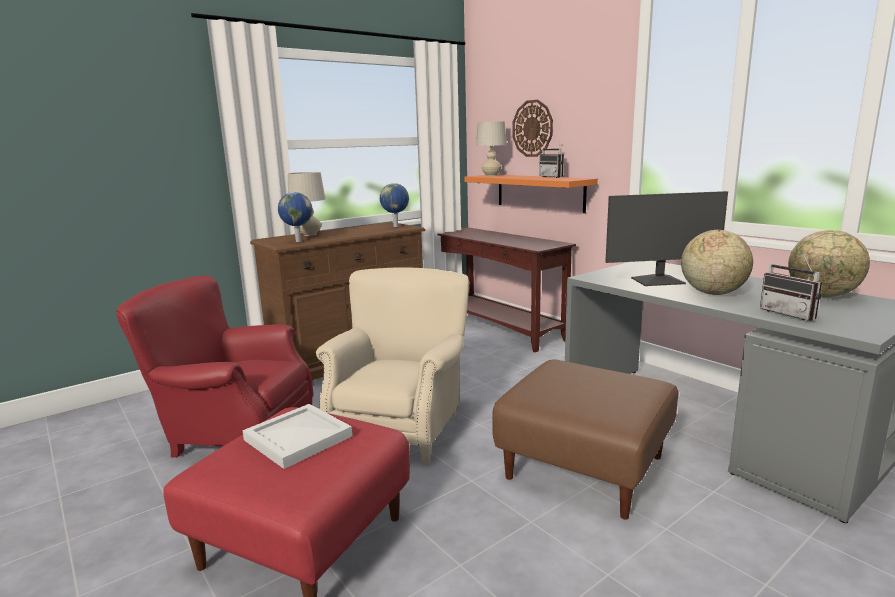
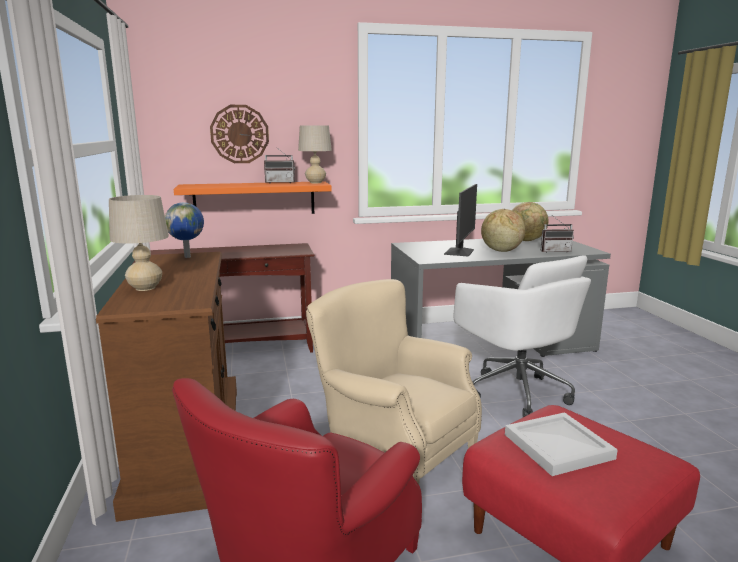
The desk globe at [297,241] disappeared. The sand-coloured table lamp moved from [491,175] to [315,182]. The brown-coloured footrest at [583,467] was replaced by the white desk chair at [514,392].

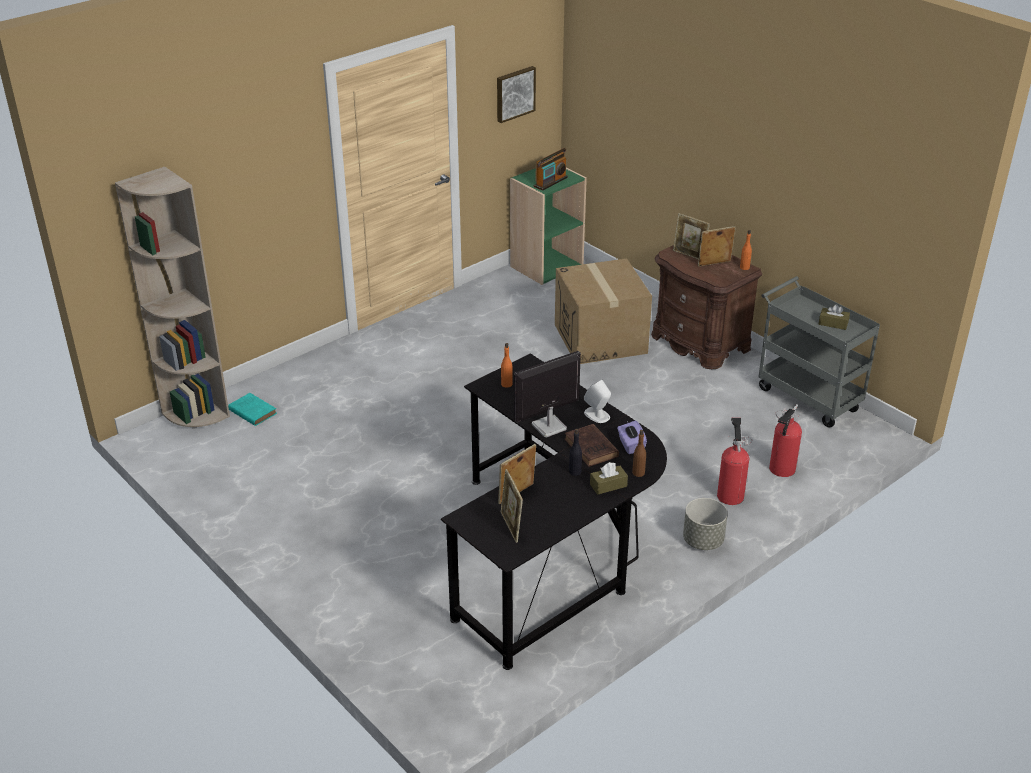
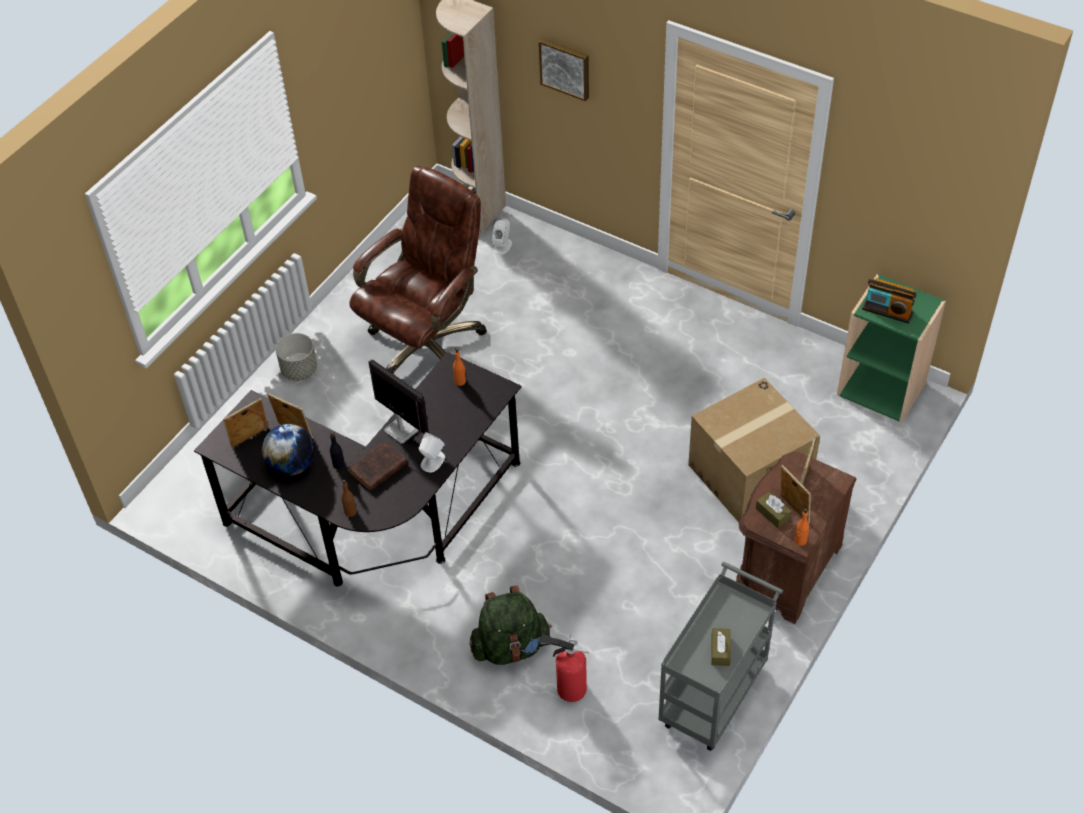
The turquoise book at [252,411] was replaced by the white loudspeaker at [502,246]. The wall art moved from [514,93] to [565,68]. The brown-coloured tissue box moved from [608,485] to [772,514]. The purple-coloured tissue box at [631,445] disappeared. The grey plant pot moved from [702,541] to [299,370]. The fire-fighting cylinder at [730,494] was replaced by the green-coloured rucksack at [510,647]. The desk globe at [292,465] appeared. The brown-coloured desk chair at [426,345] appeared.

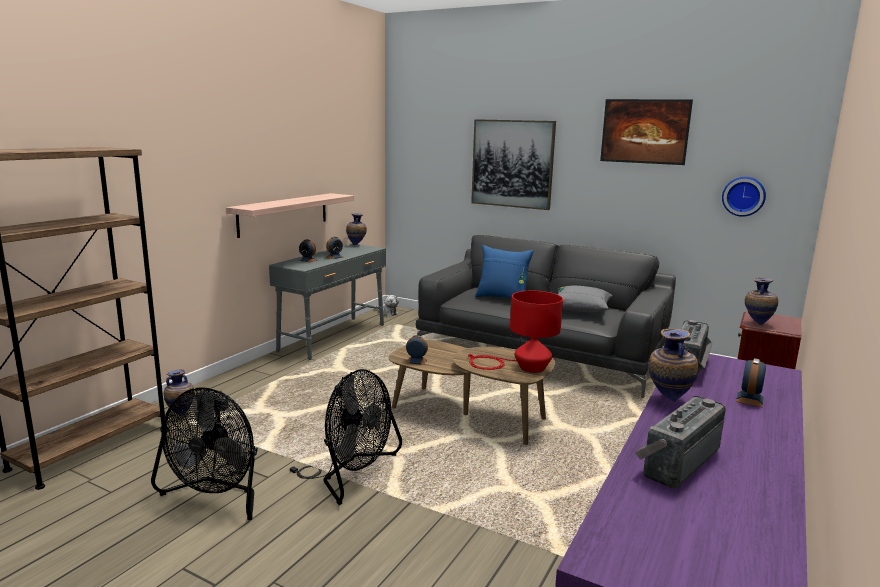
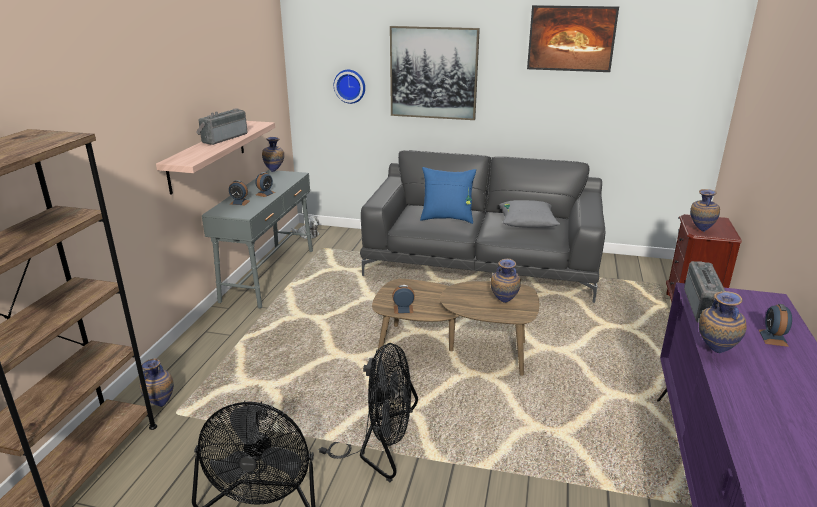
The red-coloured table lamp at [514,366] was replaced by the vase at [503,303]. The radio set moved from [676,461] to [223,138]. The hanging clock moved from [743,196] to [350,86].

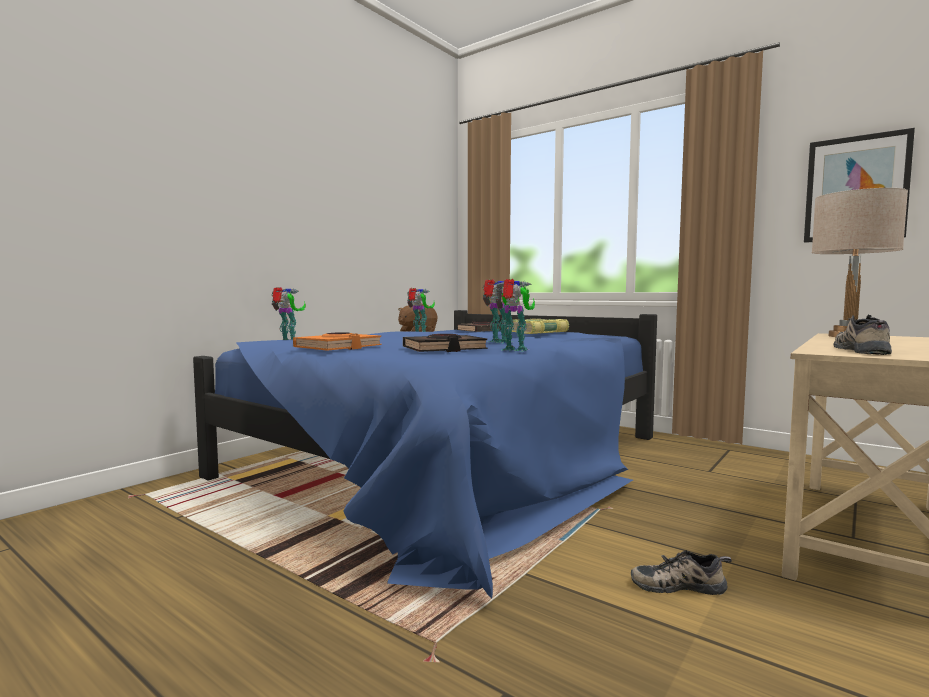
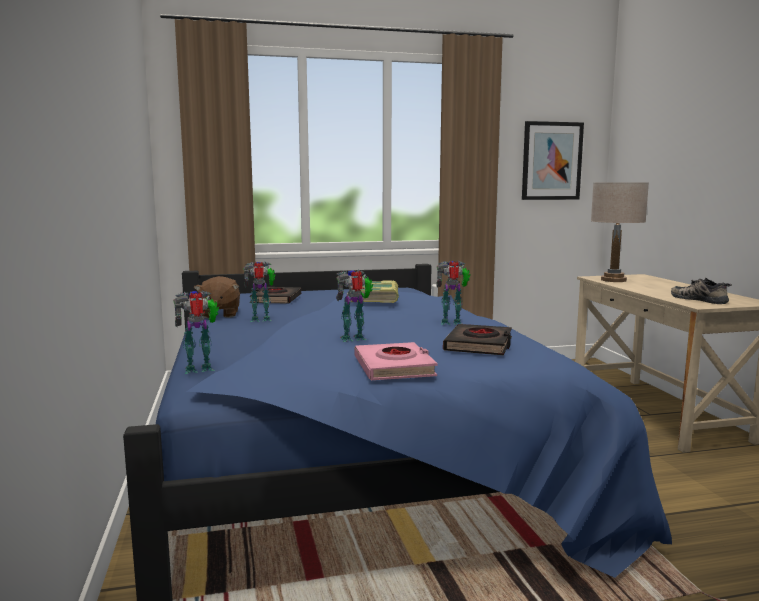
The orangey book at [338,348] became the pink-coloured book at [394,368]. The model robot moved from [515,350] to [354,339]. The shoe at [678,584] disappeared.

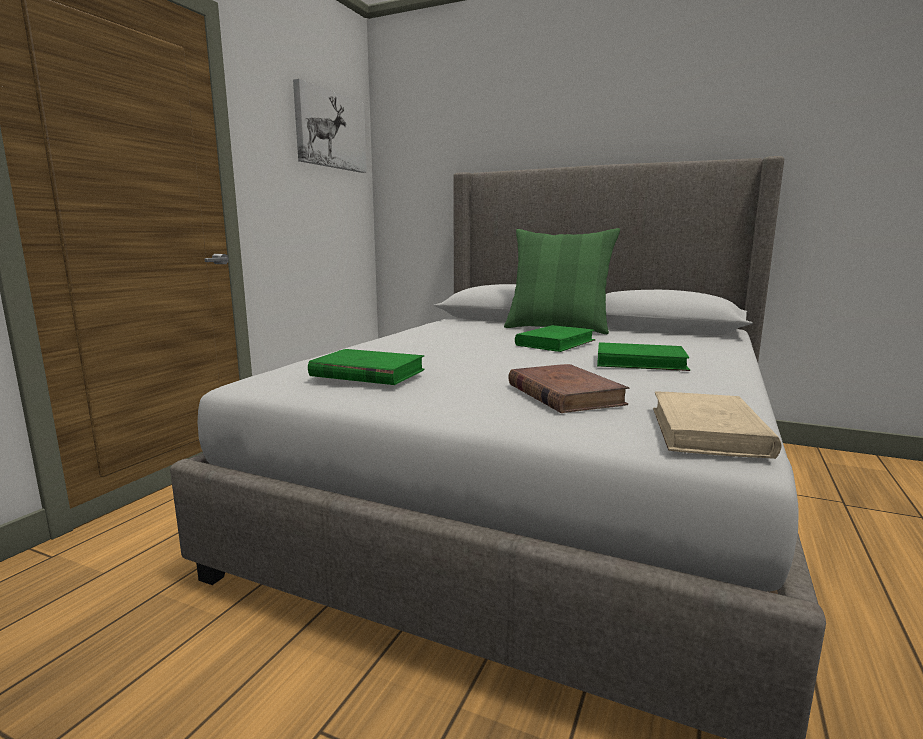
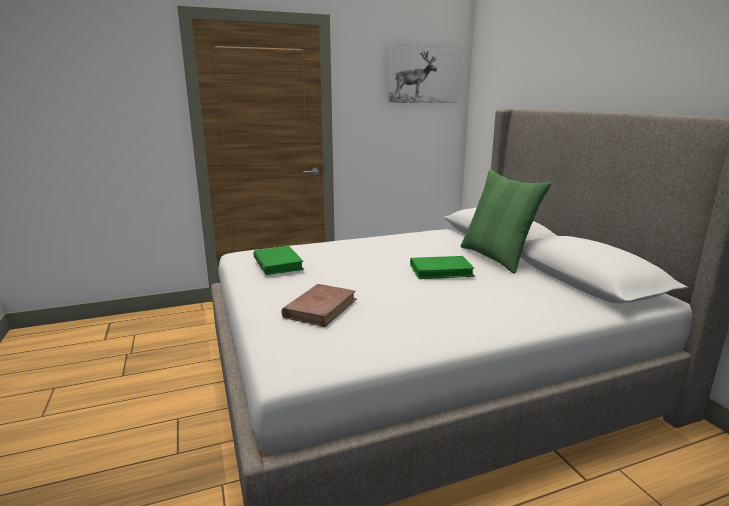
The green-coloured book at [640,362] disappeared. The sand-coloured book at [707,431] disappeared.

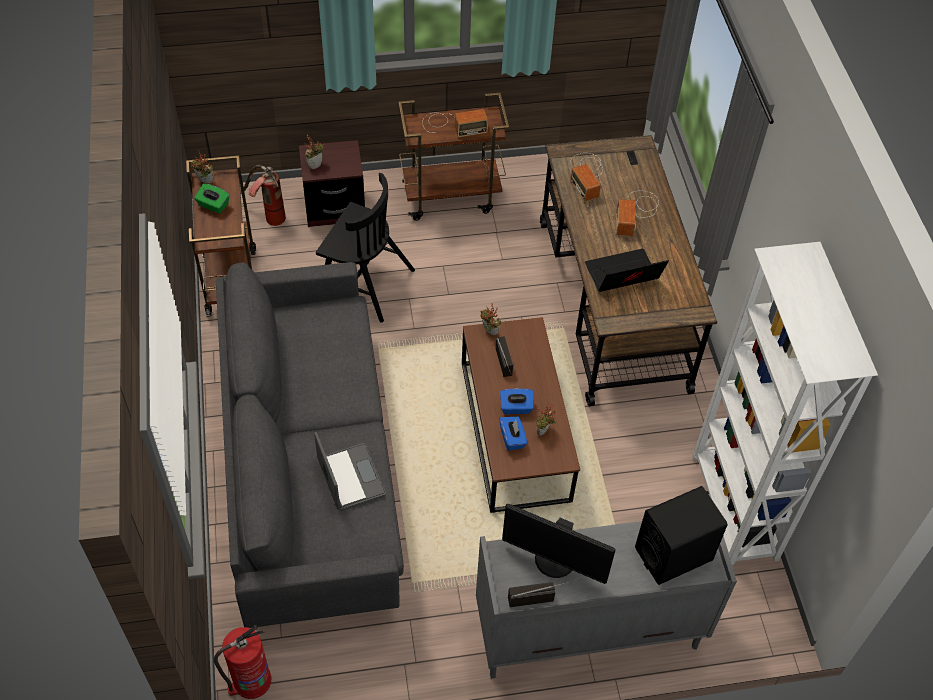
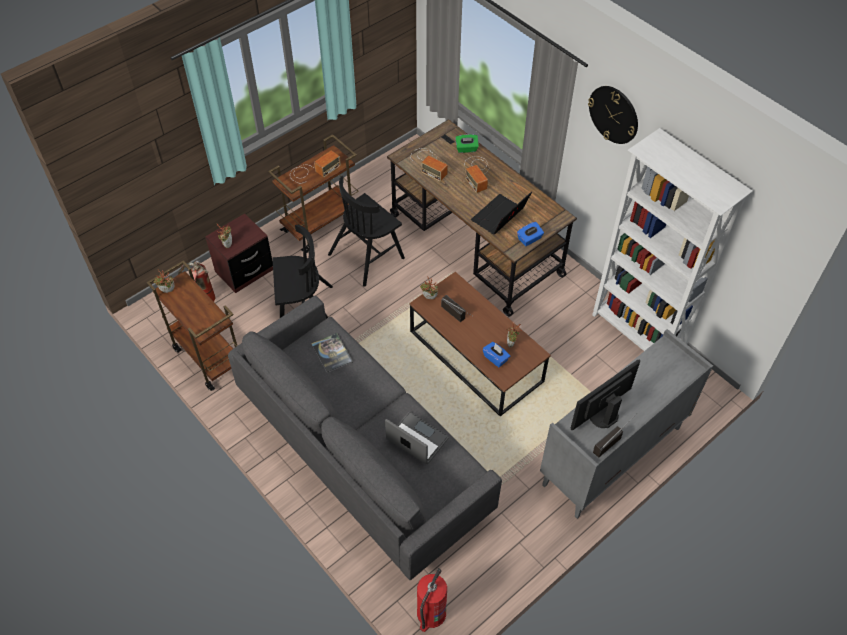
The green-coloured tissue box moved from [213,205] to [466,149]. The blue-coloured tissue box moved from [516,408] to [529,239]. The computer screen at [554,561] turned 150 degrees clockwise. The blackish loudspeaker at [673,554] disappeared. The book at [331,353] appeared. The blackish chair at [369,253] appeared. The hanging clock at [613,114] appeared.

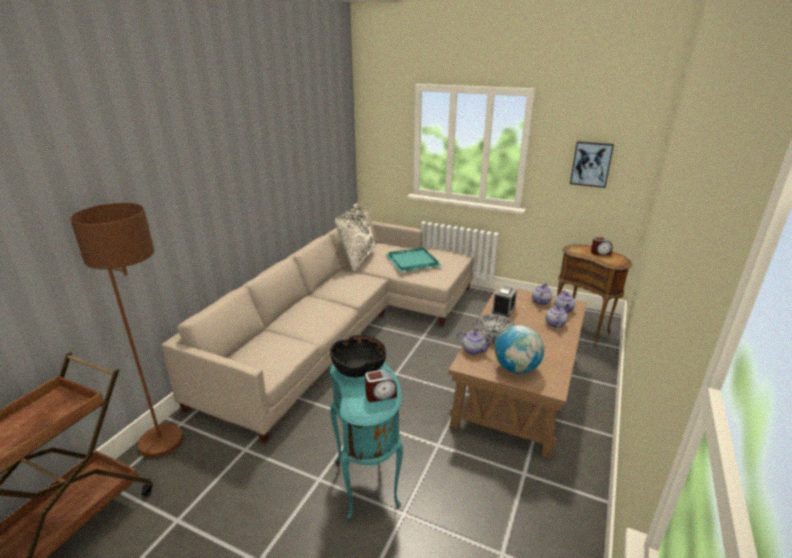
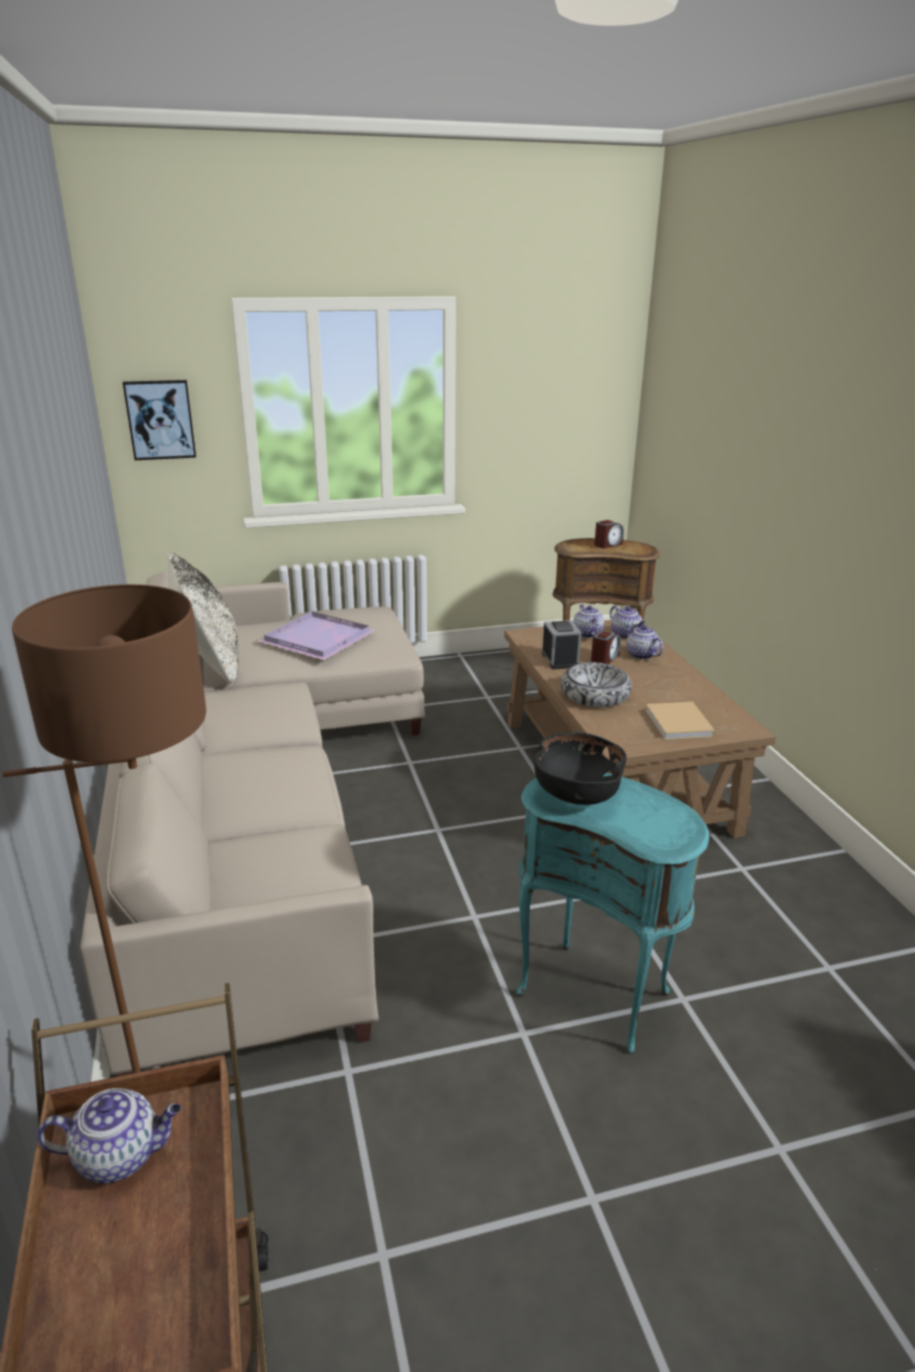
The table clock moved from [380,395] to [604,658]. The turquoise carrying tray at [411,261] became the purple-coloured carrying tray at [315,639]. The teapot moved from [474,350] to [120,1155]. The desk globe at [516,368] was replaced by the sand-coloured book at [679,724]. The wall art moved from [591,164] to [160,419].

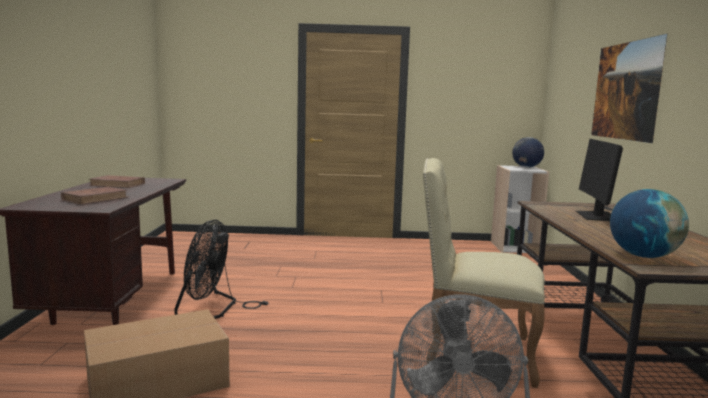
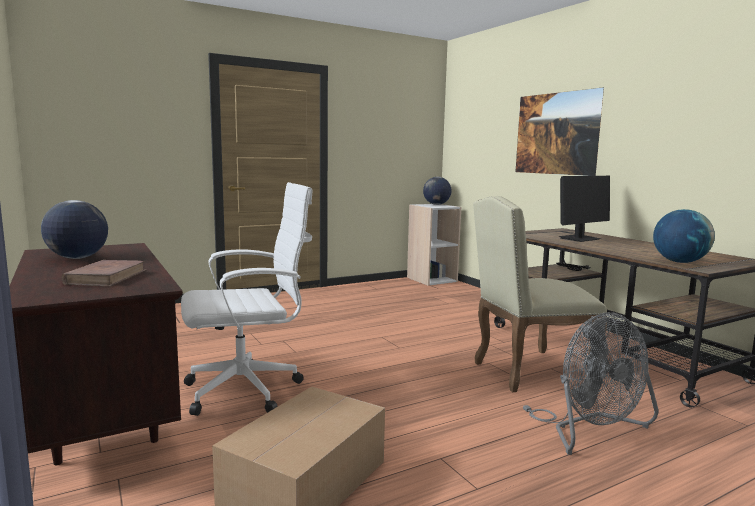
The brown-coloured book at [118,184] was replaced by the desk globe at [77,258]. The blackish cooling fan at [217,307] was replaced by the white desk chair at [249,390]. The computer screen at [596,216] turned 105 degrees counterclockwise.

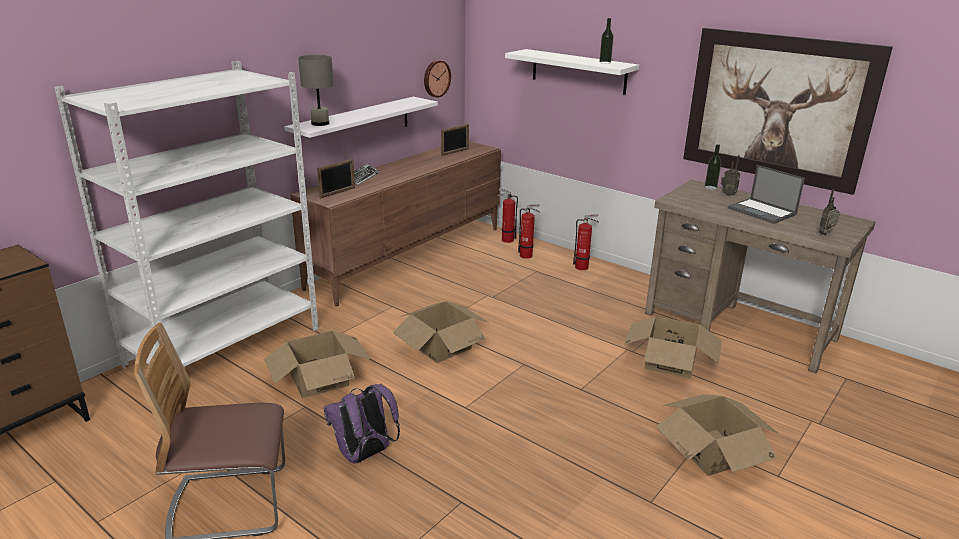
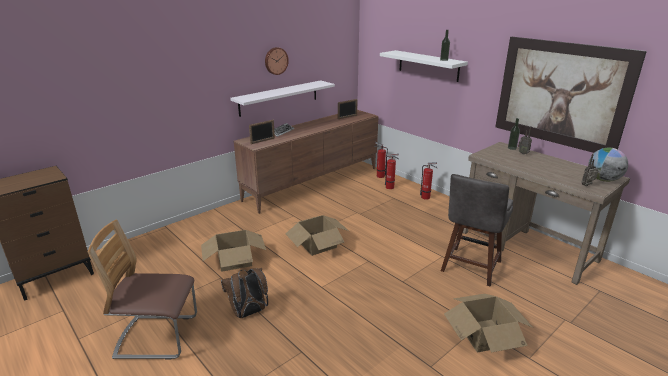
The white bookshelf at [225,346] disappeared. The grey table lamp at [320,123] disappeared. The purple-coloured rucksack at [365,455] became the brown-coloured rucksack at [248,313]. The hanging clock moved from [436,78] to [275,61]. The cardboard box at [669,361] was replaced by the grey sitting stool at [470,267]. The portable computer at [762,211] disappeared. The desk globe at [603,180] appeared.

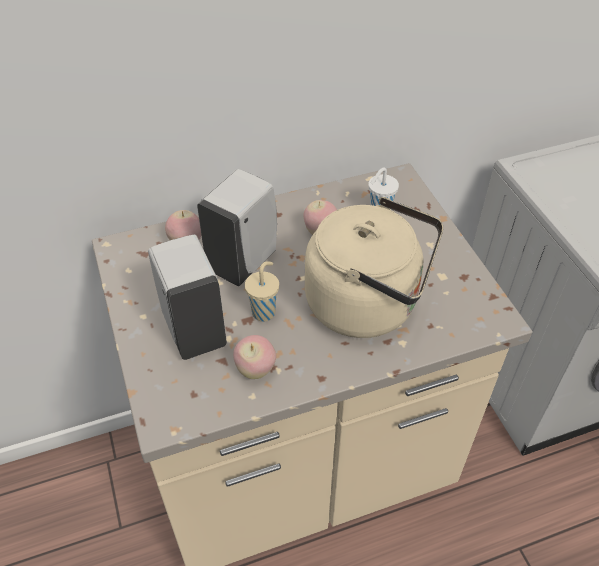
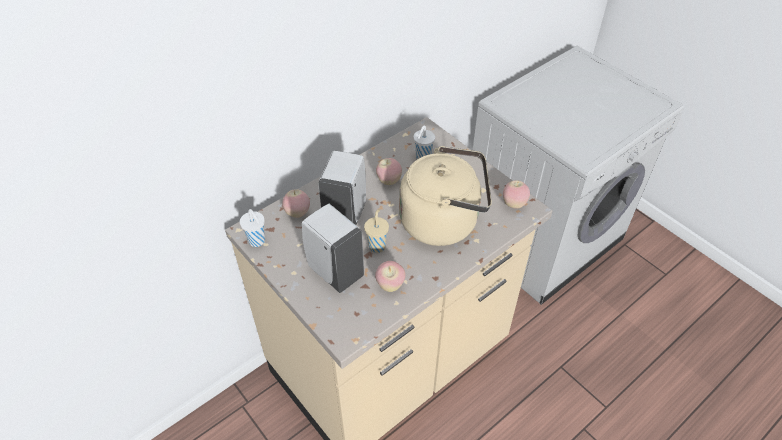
The white small cup at [257,241] appeared. The apple fruit at [514,204] appeared.

